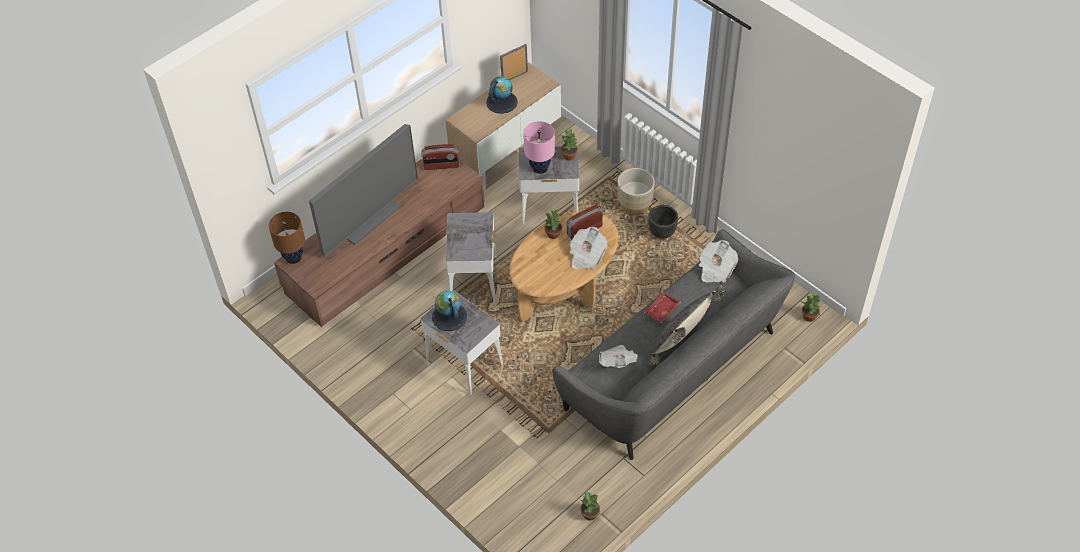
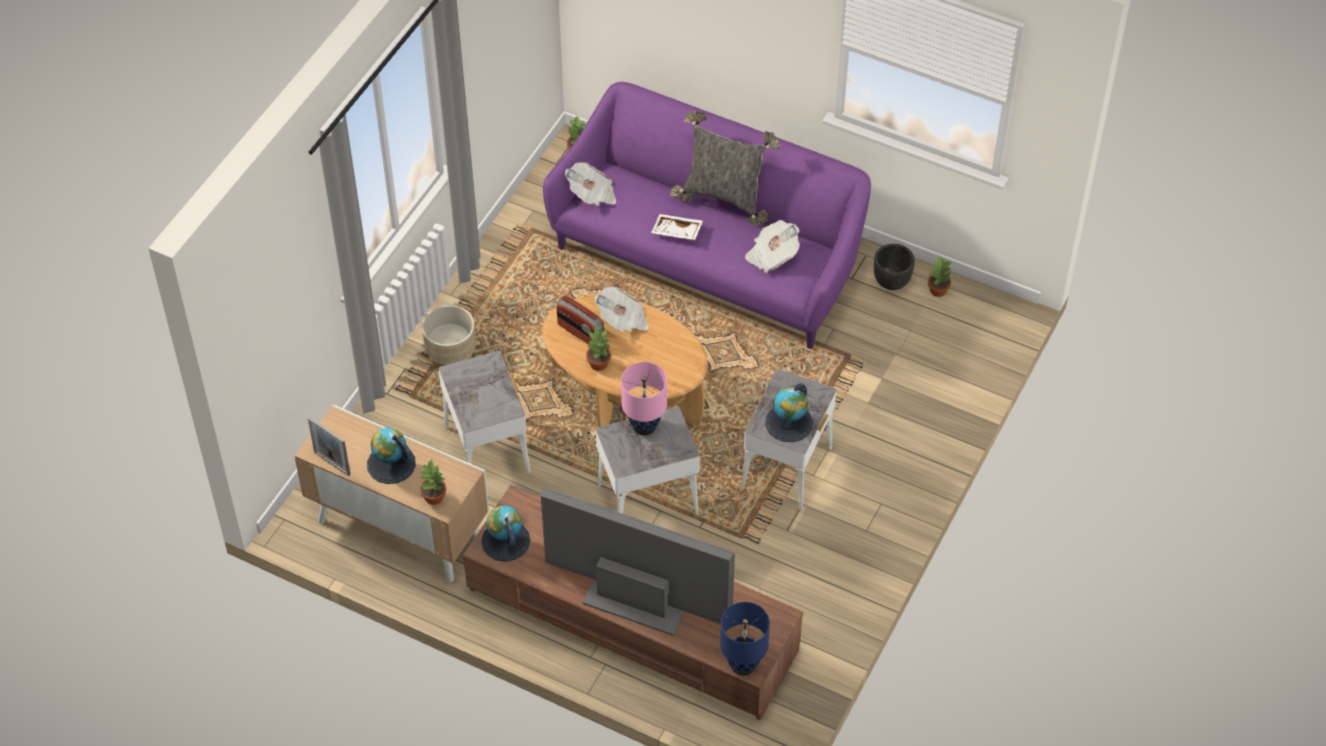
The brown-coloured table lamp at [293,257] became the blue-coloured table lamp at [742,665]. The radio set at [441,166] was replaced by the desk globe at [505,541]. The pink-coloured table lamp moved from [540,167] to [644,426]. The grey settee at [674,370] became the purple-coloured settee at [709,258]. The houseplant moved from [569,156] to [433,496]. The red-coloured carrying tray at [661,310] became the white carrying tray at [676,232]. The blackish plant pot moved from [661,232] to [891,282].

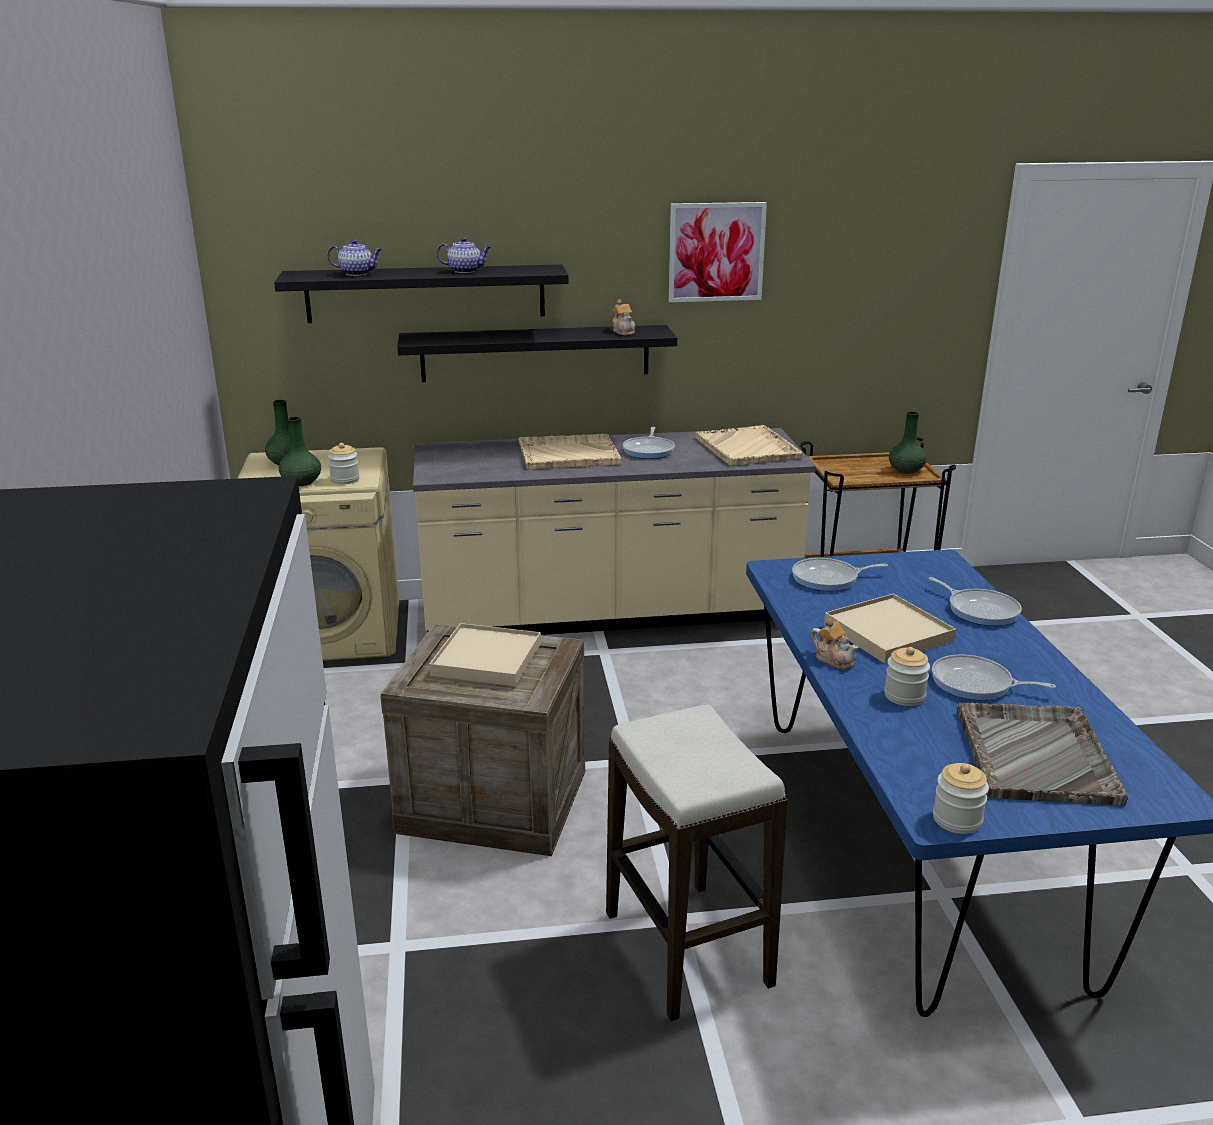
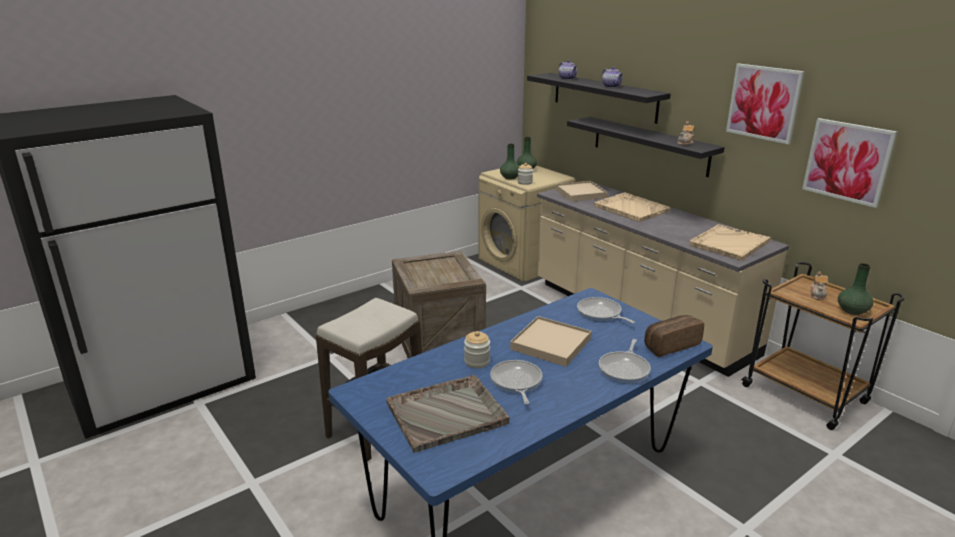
The sand-coloured carrying tray moved from [487,659] to [580,193]. The pan at [649,450] disappeared. The teapot moved from [834,659] to [817,295]. The jar at [957,819] disappeared. The bakery bread at [670,345] appeared. The wall art at [847,161] appeared.

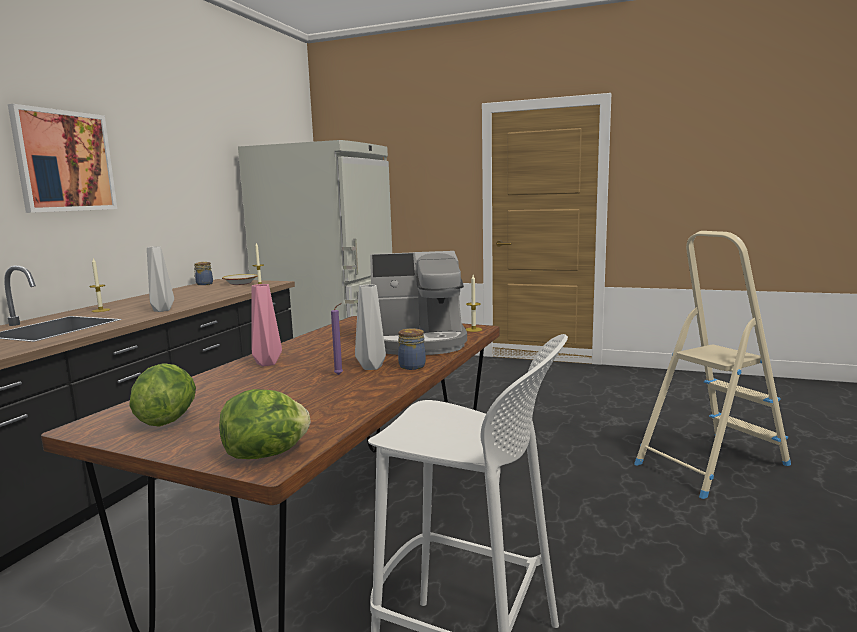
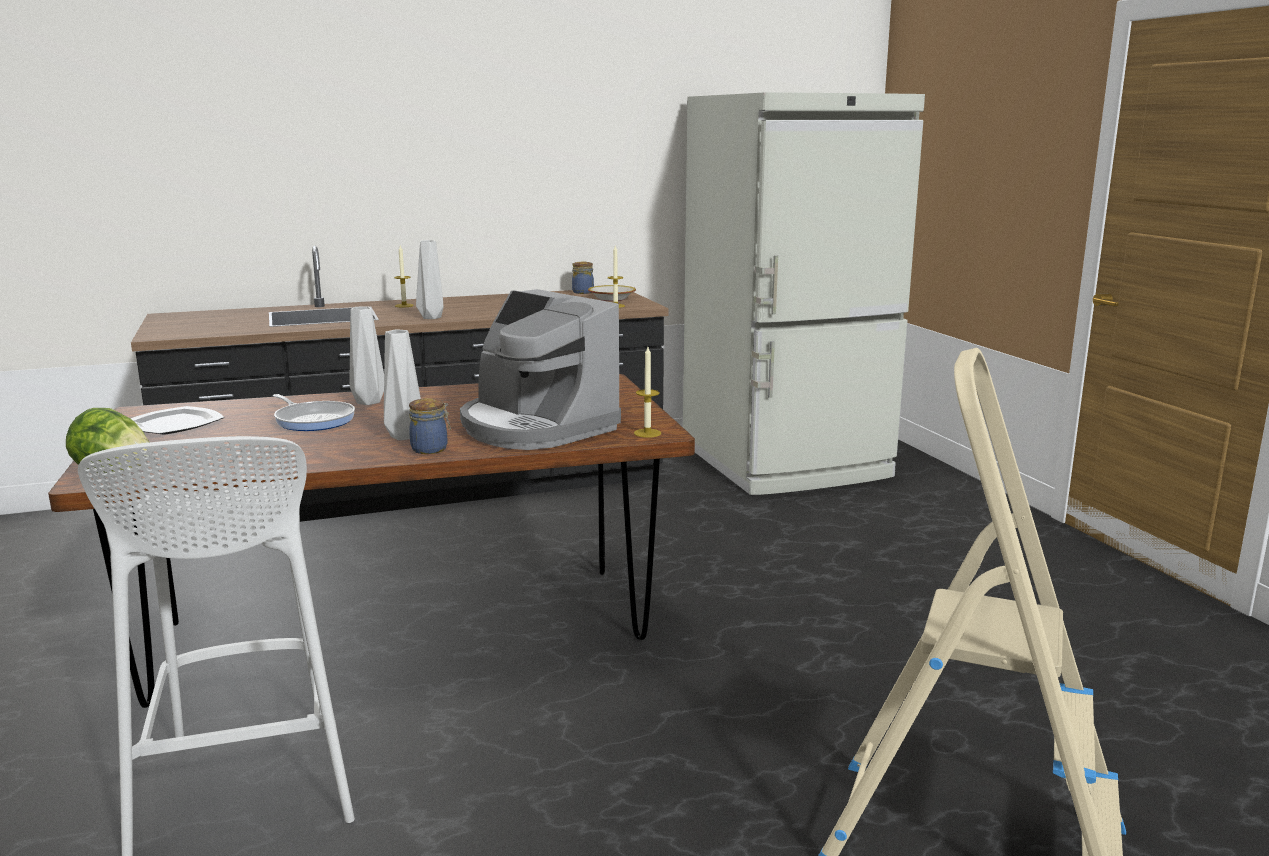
The wall art at [64,161] disappeared. The lettuce at [167,420] was replaced by the flat dish at [173,424]. The pink-coloured vase at [268,363] became the grey vase at [369,402]. The purple-coloured wax light at [340,374] disappeared. The pan at [313,420] appeared.

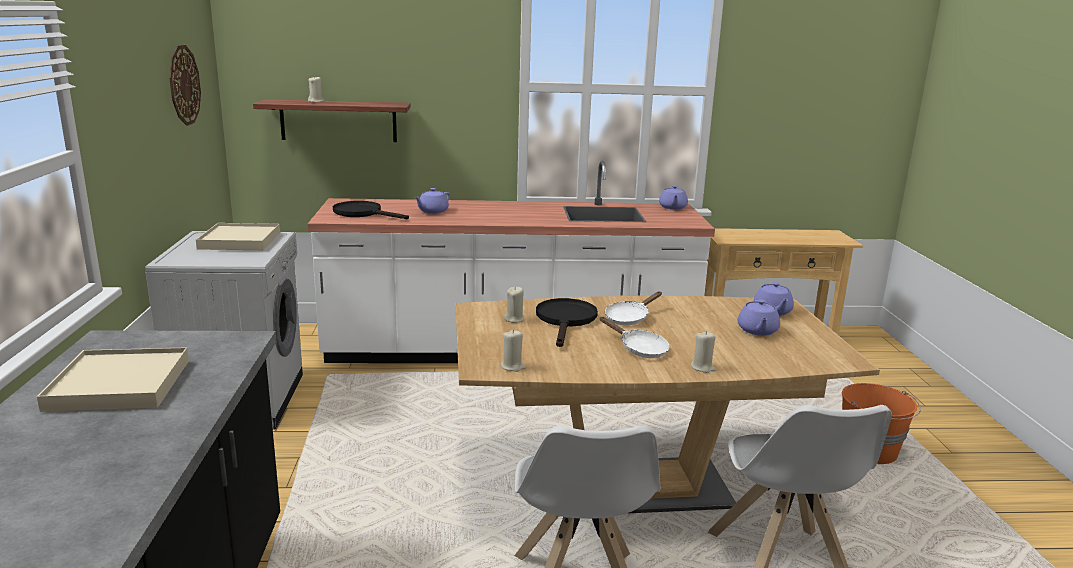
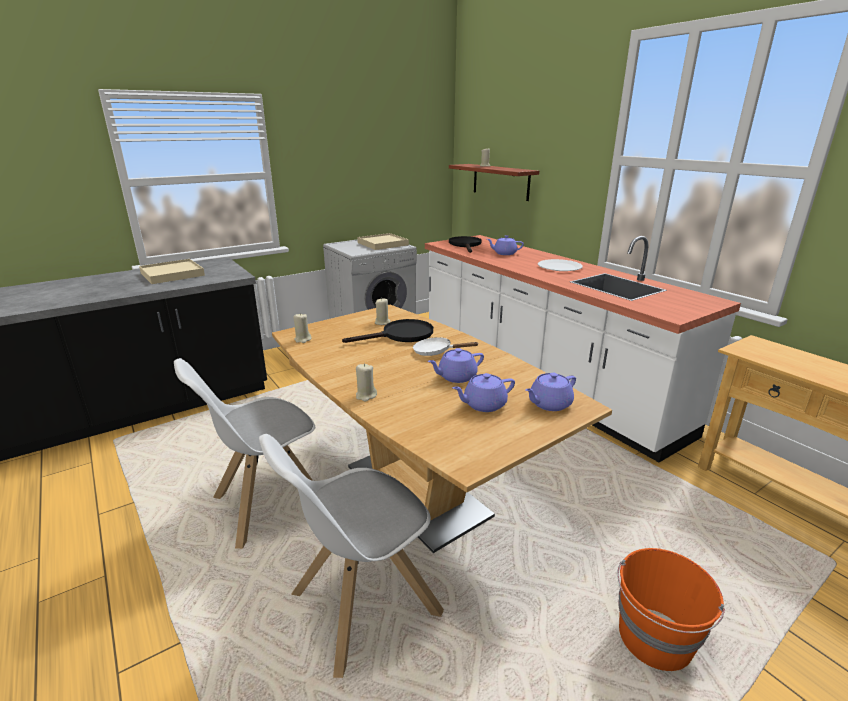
The hanging clock at [184,85] disappeared. The white pan at [639,349] disappeared. The purple-coloured teapot moved from [672,207] to [456,377]. The white flat dish at [559,267] appeared.

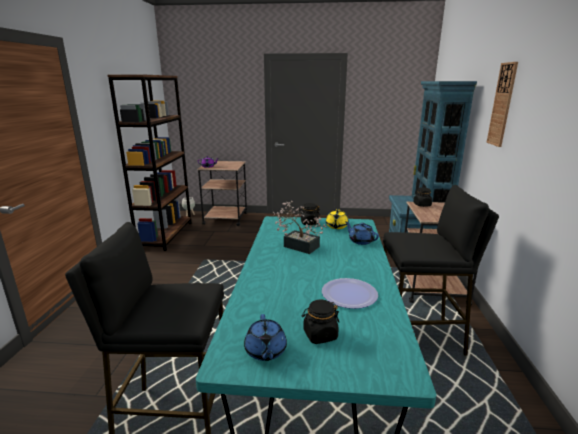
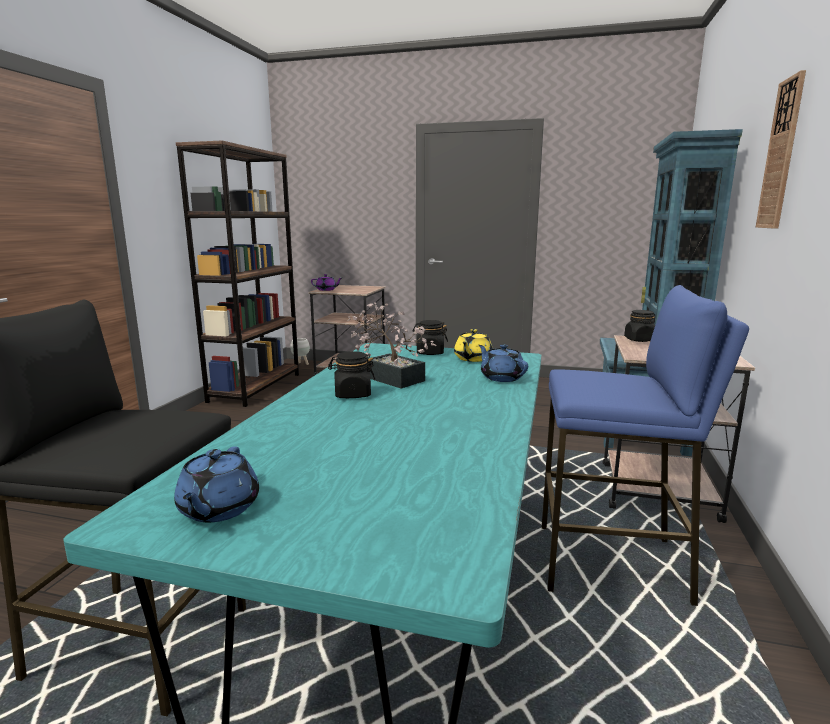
The blackish jar moved from [320,335] to [352,394]. The flat dish at [349,294] disappeared. The blackish sitting stool at [419,337] became the blue-coloured sitting stool at [612,564].

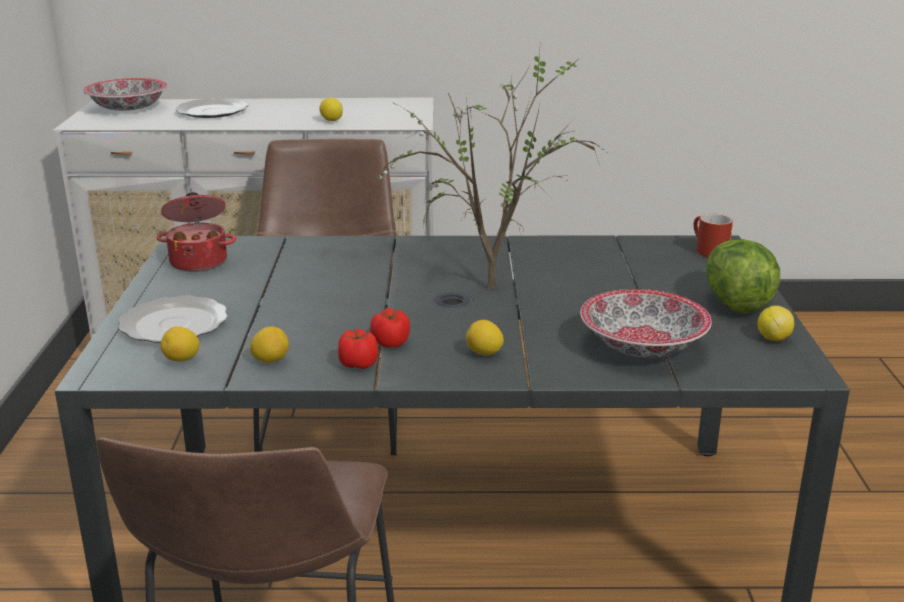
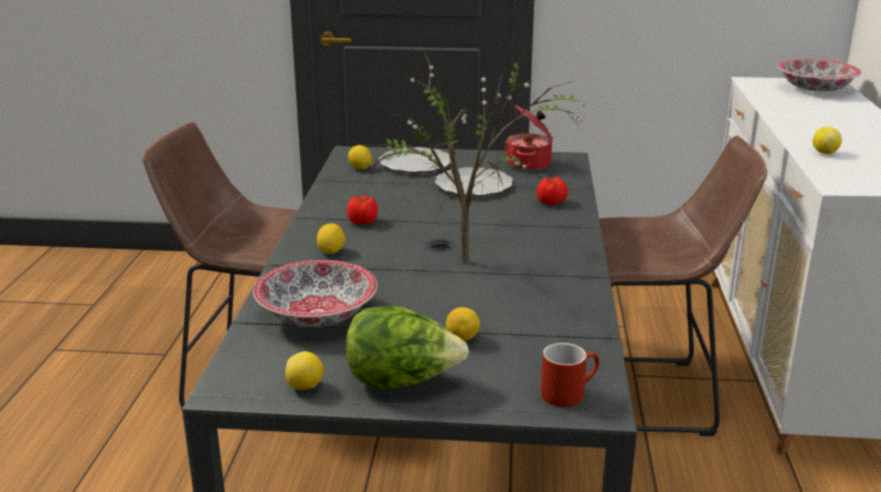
The flat dish moved from [212,111] to [475,185]. The citrus fruit moved from [270,360] to [462,339]. The tomato moved from [359,364] to [551,202].

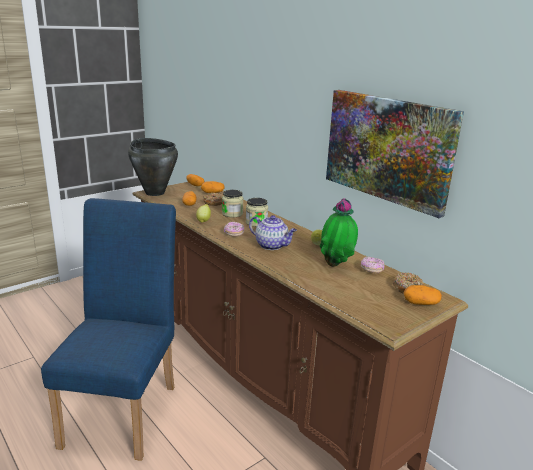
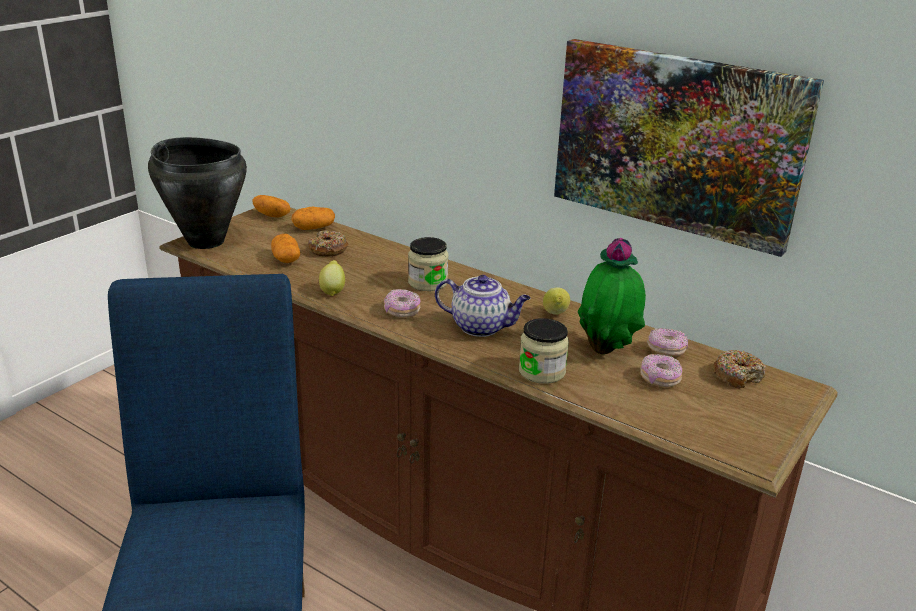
The jar moved from [232,213] to [542,371]. The whole potato at [420,303] disappeared. The doughnut at [659,379] appeared.

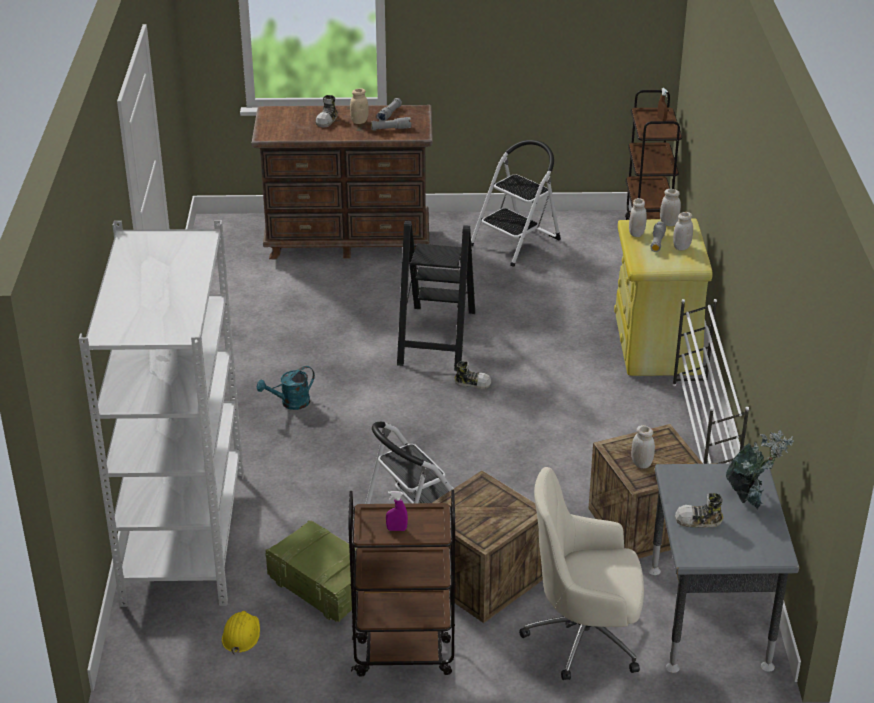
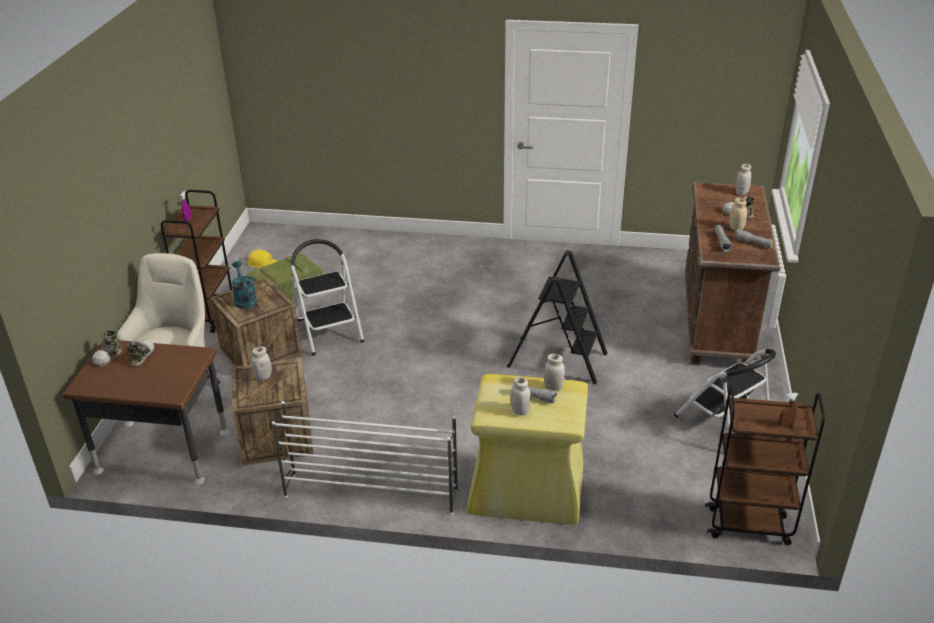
The white bookshelf at [185,537] disappeared. The turquoise watering pot moved from [290,403] to [244,299]. The shoe moved from [472,383] to [109,356]. The grey desk table at [710,617] became the brown-coloured desk table at [162,451]. The white jar moved from [669,223] to [741,192]. The houseplant at [751,498] disappeared.

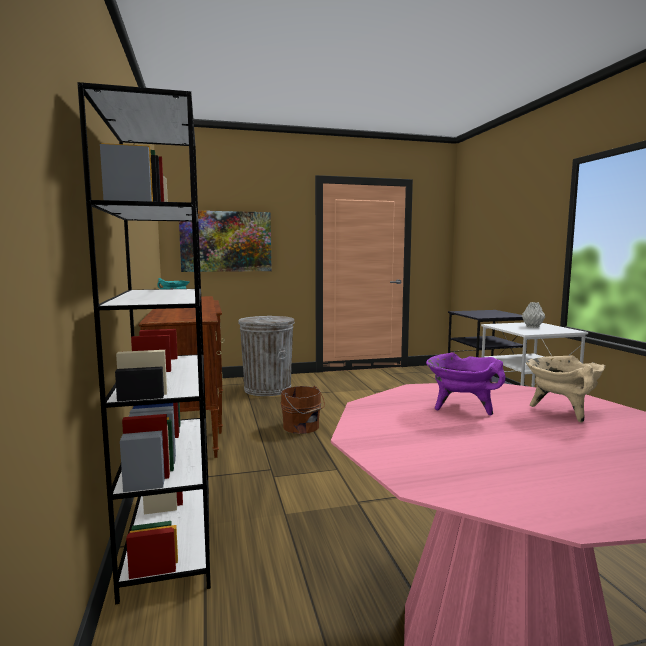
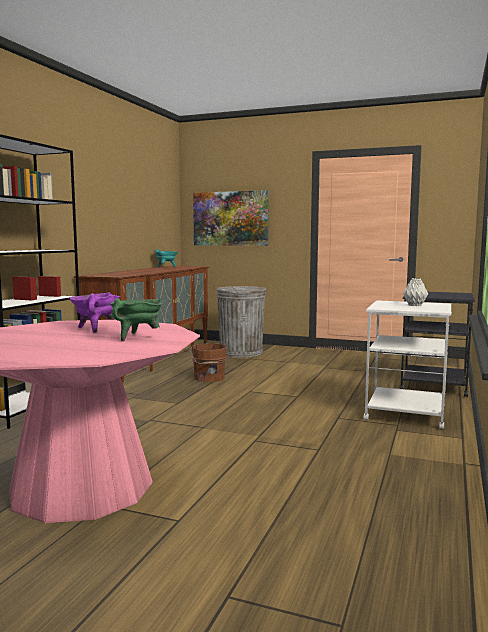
The sand-coloured saucepot at [562,411] became the green-coloured saucepot at [137,337].

